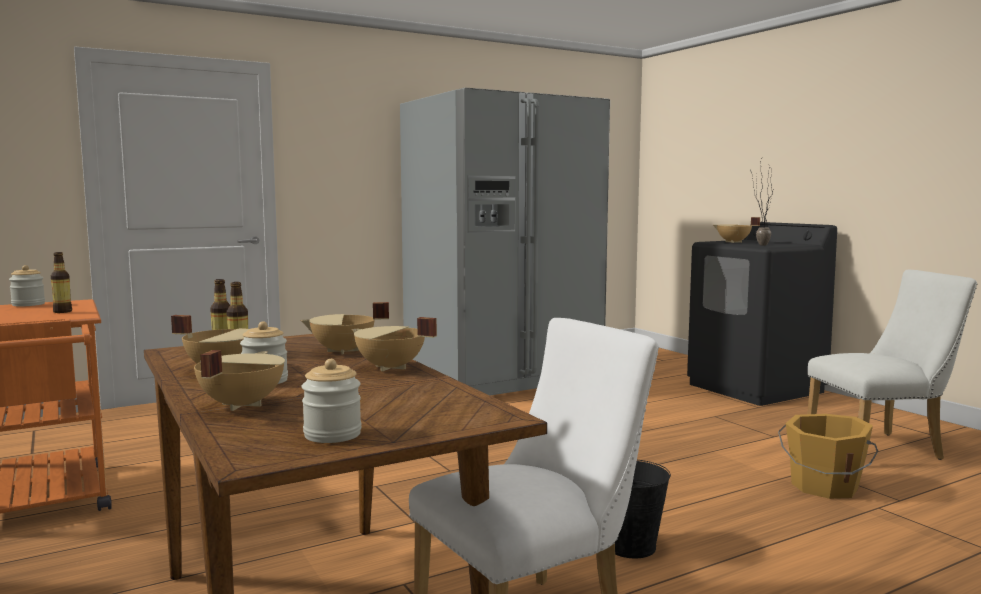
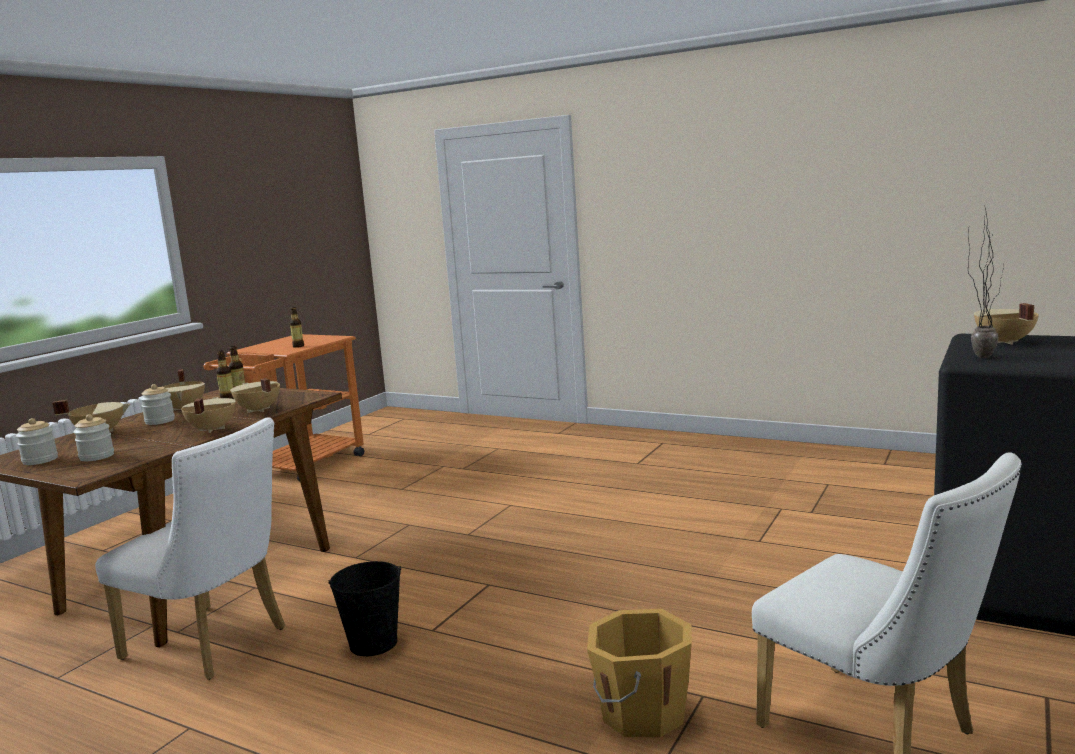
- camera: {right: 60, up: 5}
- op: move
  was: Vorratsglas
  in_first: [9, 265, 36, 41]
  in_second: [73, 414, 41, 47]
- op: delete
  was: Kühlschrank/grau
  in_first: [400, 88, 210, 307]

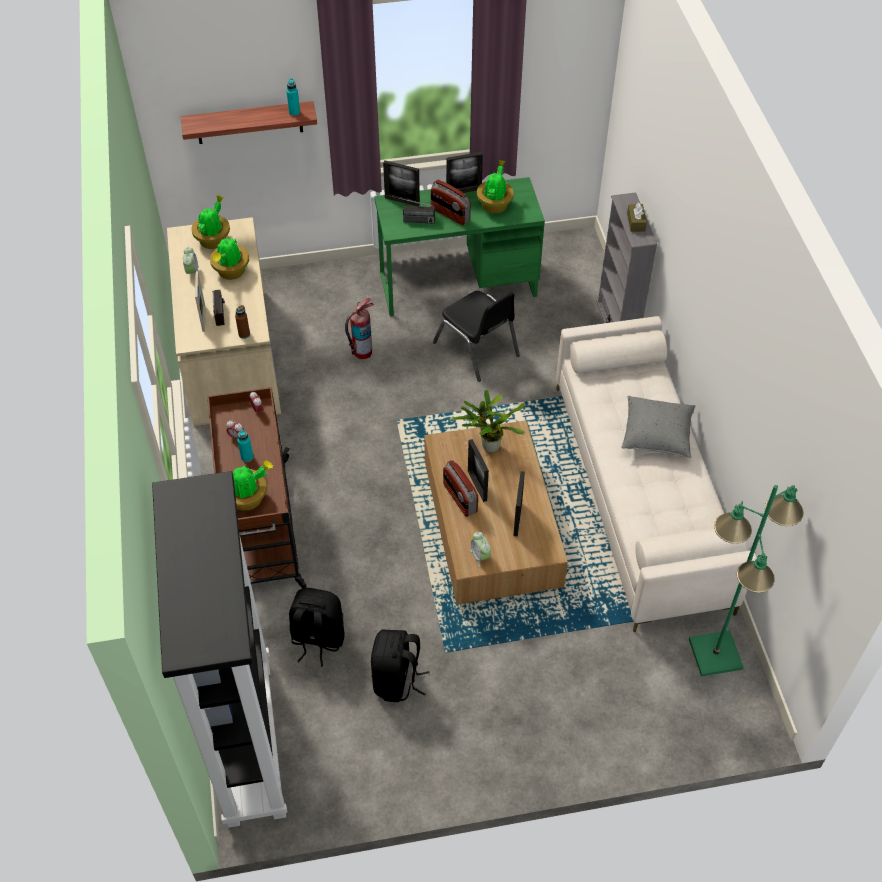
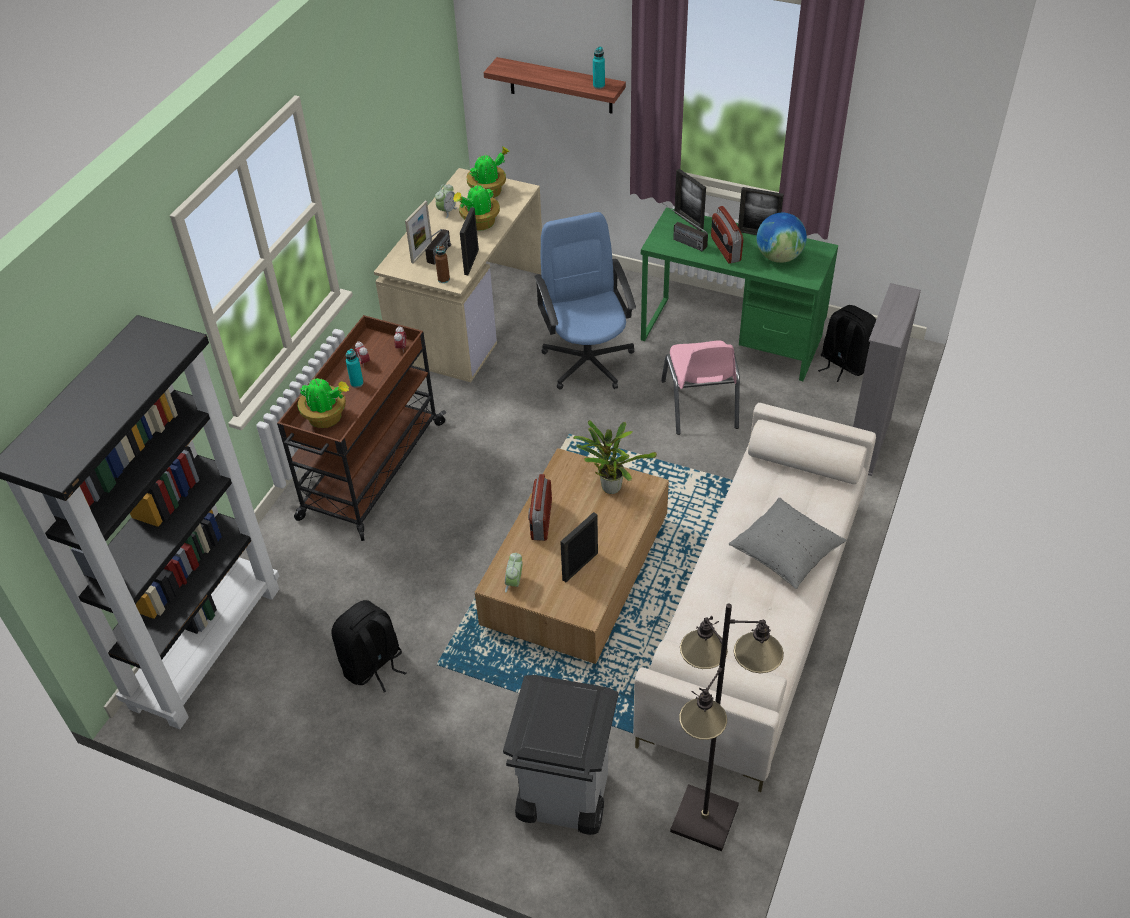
- camera: {right: 35, up: -5}
- op: move
  was: Bilderrahmen
  in_first: [468, 439, 21, 63]
  in_second: [460, 208, 19, 67]
- op: insert
  now: Mülleimer/grau
  in_second: [503, 675, 116, 160]
- op: replace
  was: Feuerlöscher
  now: Bürostuhl/blau
  in_first: [345, 298, 29, 61]
  in_second: [534, 212, 102, 178]
- op: recolor
  was: Stuhl/schwarz
  now: Stuhl/rosa
  in_first: [433, 291, 87, 91]
  in_second: [661, 341, 79, 94]
- op: recolor
  was: Stehlampe/grün
  now: Stehlampe/schwarz
  in_first: [689, 485, 115, 191]
  in_second: [670, 604, 114, 247]
- op: replace
  was: Topfpflanze
  now: Globus
  in_first: [477, 160, 37, 53]
  in_second: [757, 213, 50, 50]
- op: move
  was: Rucksack/schwarz
  in_first: [289, 588, 56, 79]
  in_second: [818, 305, 58, 77]
- op: delete
  was: Taschentuchbox/braun
  in_first: [627, 202, 20, 30]

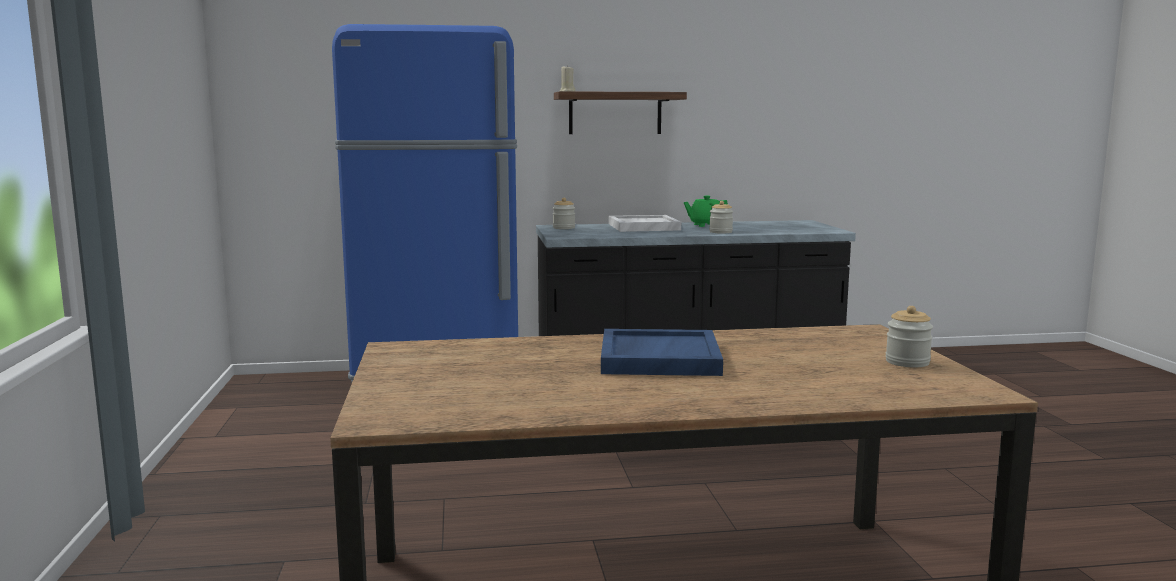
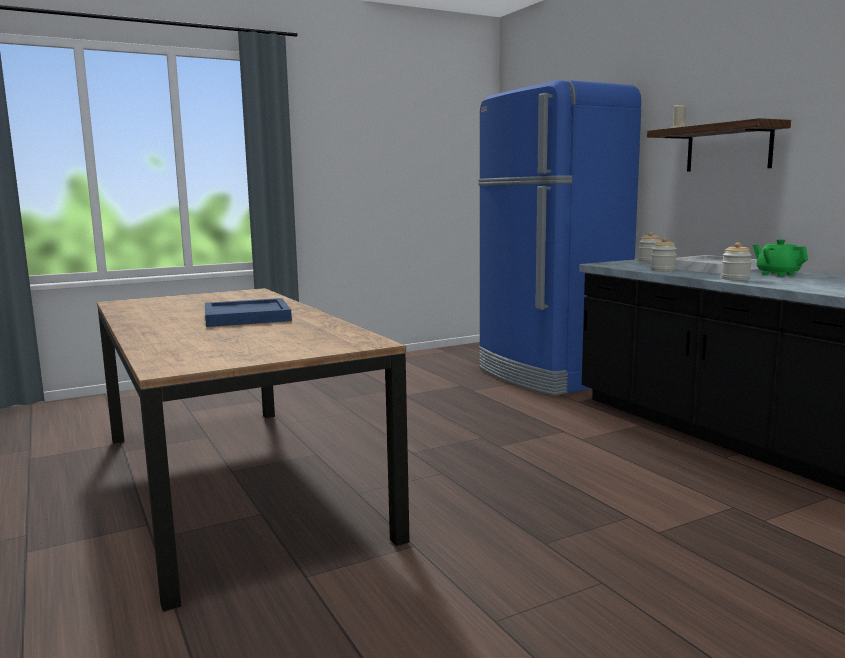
- camera: {right: 70, up: 0}
- op: move
  was: Vorratsglas
  in_first: [885, 306, 48, 61]
  in_second: [651, 238, 26, 34]

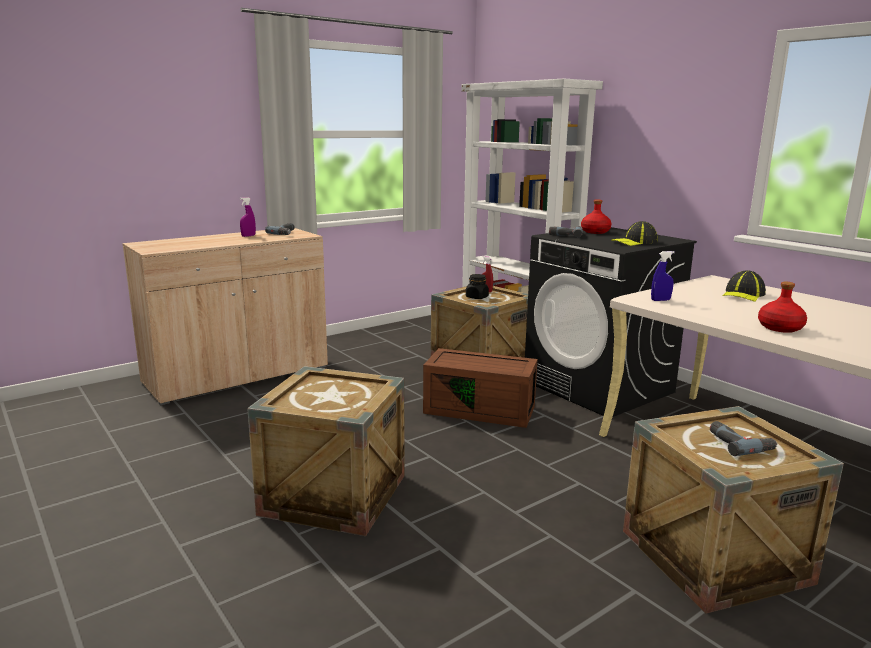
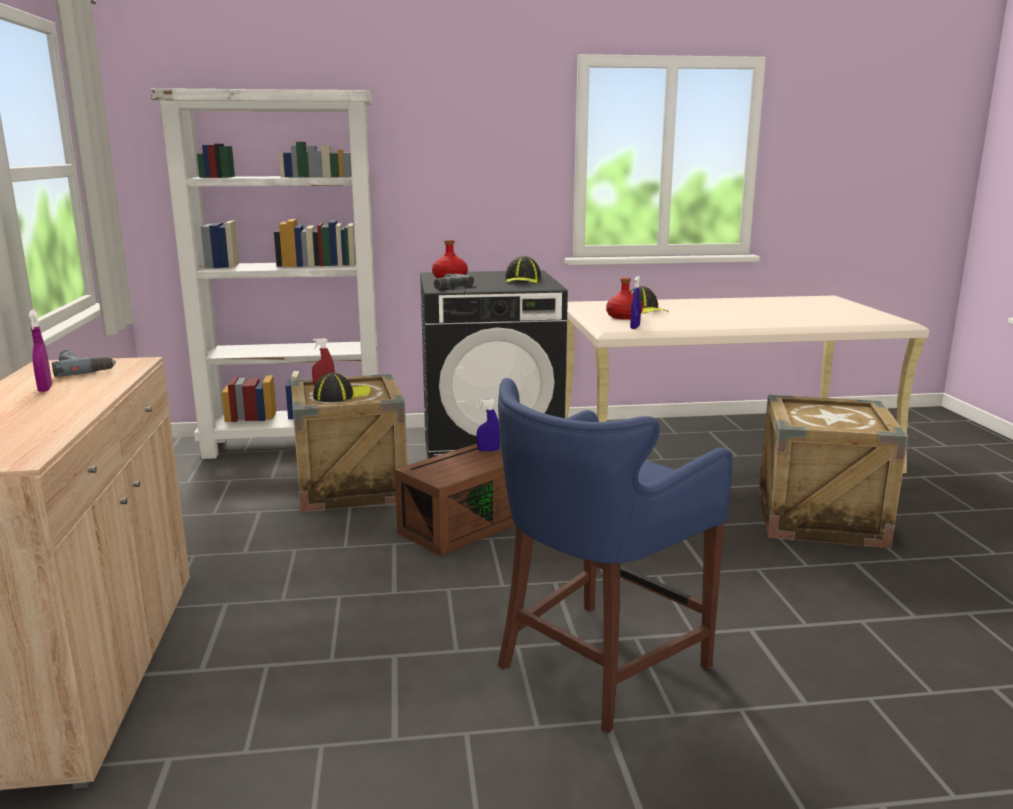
- camera: {right: -60, up: 0}
- op: replace
  was: Vorratsglas/schwarz
  now: Kappe
  in_first: [466, 274, 23, 25]
  in_second: [313, 372, 58, 30]
- op: insert
  now: Sprühflasche/blau
  in_second: [477, 399, 23, 53]
- op: replace
  was: Kiste
  now: Hocker/blau
  in_first: [247, 366, 158, 170]
  in_second: [498, 378, 235, 356]
- op: move
  was: Flasche/rot
  in_first: [758, 282, 49, 51]
  in_second: [606, 277, 37, 43]
- op: delete
  was: Bohrmaschine
  in_first: [710, 421, 67, 35]

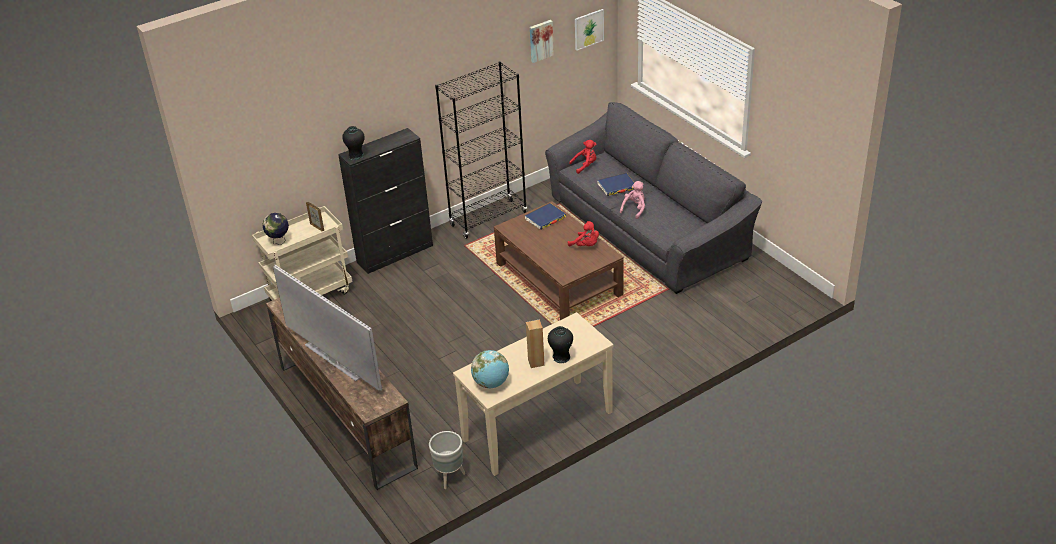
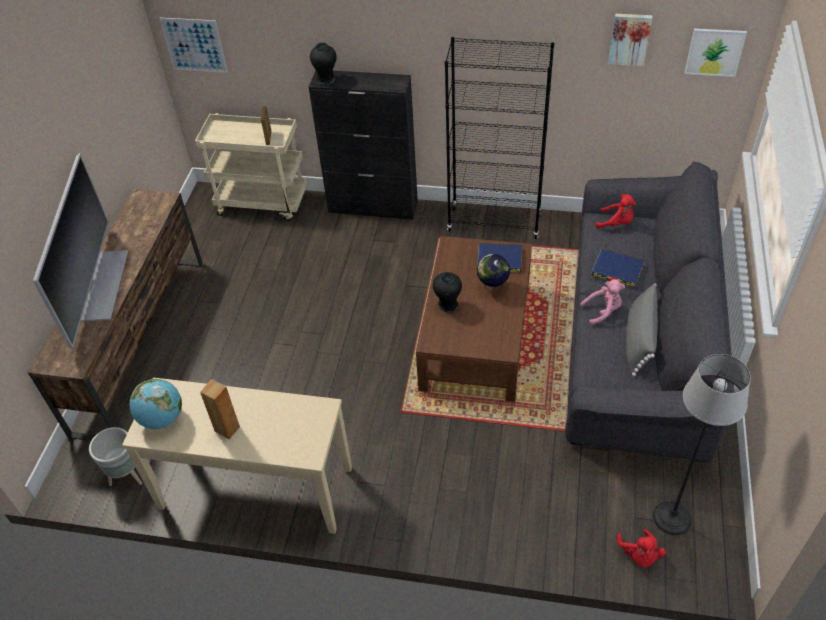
- camera: {right: 45, up: 10}
- op: insert
  now: Bild
  in_second: [159, 18, 69, 55]
- op: move
  was: Vase/schwarz
  in_first: [548, 326, 25, 37]
  in_second: [433, 272, 29, 41]
- op: move
  was: Globus
  in_first: [262, 213, 27, 32]
  in_second: [477, 254, 33, 40]
- op: move
  was: Plüschtier/rot
  in_first: [568, 221, 31, 26]
  in_second: [617, 529, 49, 39]
- op: insert
  now: Kissen/grau
  in_second: [626, 283, 32, 93]
- op: insert
  now: Stehlampe
  in_second: [653, 354, 97, 181]

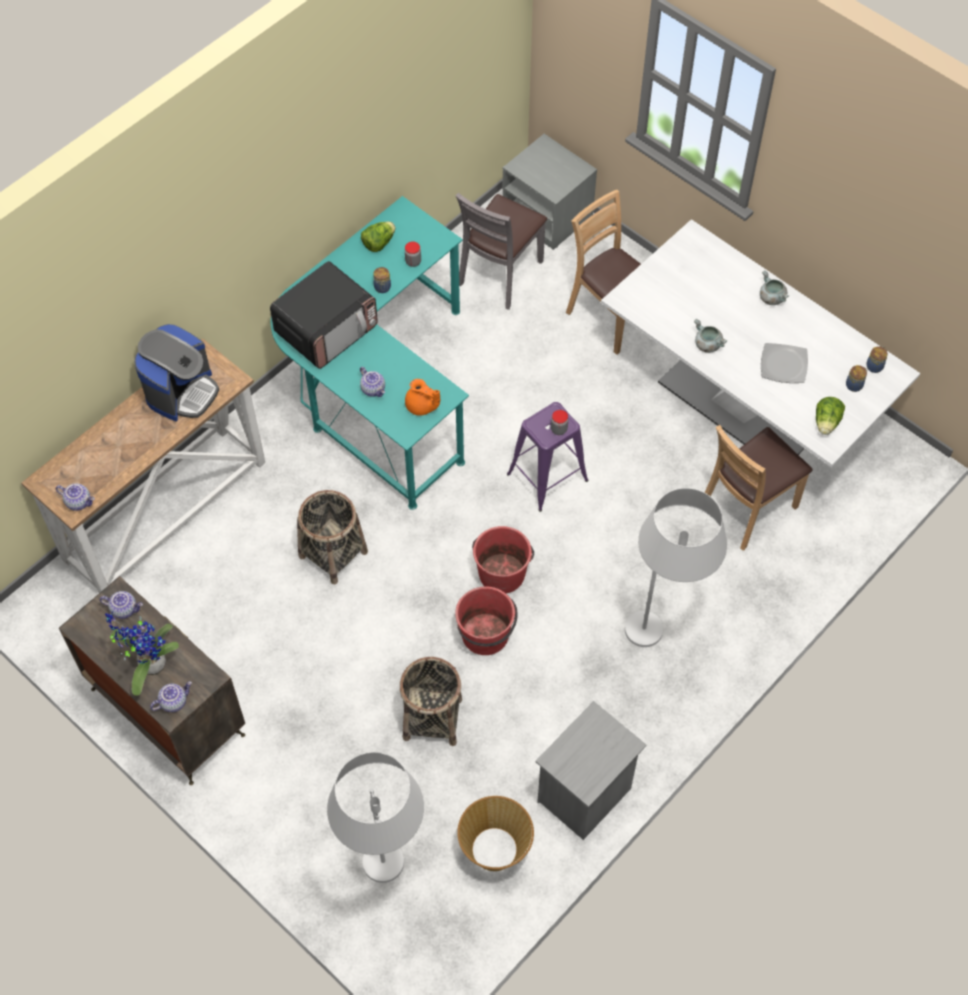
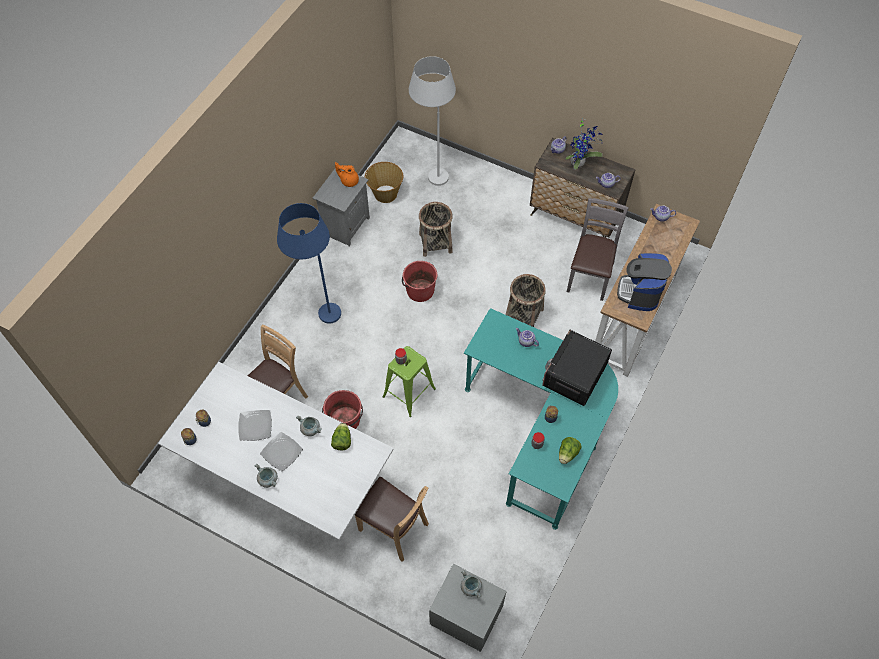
- camera: {right: 165, up: 0}
- op: insert
  now: Teller
  in_second: [260, 432, 43, 39]
- op: recolor
  was: Stehlampe/weiß
  now: Stehlampe/blau
  in_first: [625, 488, 102, 159]
  in_second: [277, 203, 64, 121]
- op: move
  was: Eimer/rot
  in_first: [472, 526, 62, 67]
  in_second: [322, 390, 41, 39]
- op: move
  was: Salatkopf
  in_first: [816, 397, 29, 38]
  in_second: [331, 423, 20, 27]
- op: move
  was: Teekanne/orange
  in_first: [405, 379, 35, 37]
  in_second: [335, 162, 24, 25]
- op: recolor
  was: Hocker/lila
  now: Hocker/grün
  in_first: [507, 402, 81, 110]
  in_second: [383, 346, 53, 71]
- op: insert
  now: Kochtopf/grau
  in_second: [461, 570, 21, 28]
- op: move
  was: Stuhl/grau
  in_first: [455, 193, 92, 117]
  in_second: [567, 198, 62, 103]

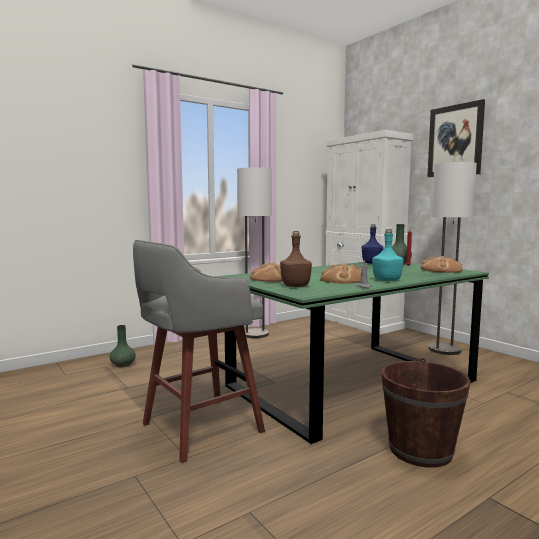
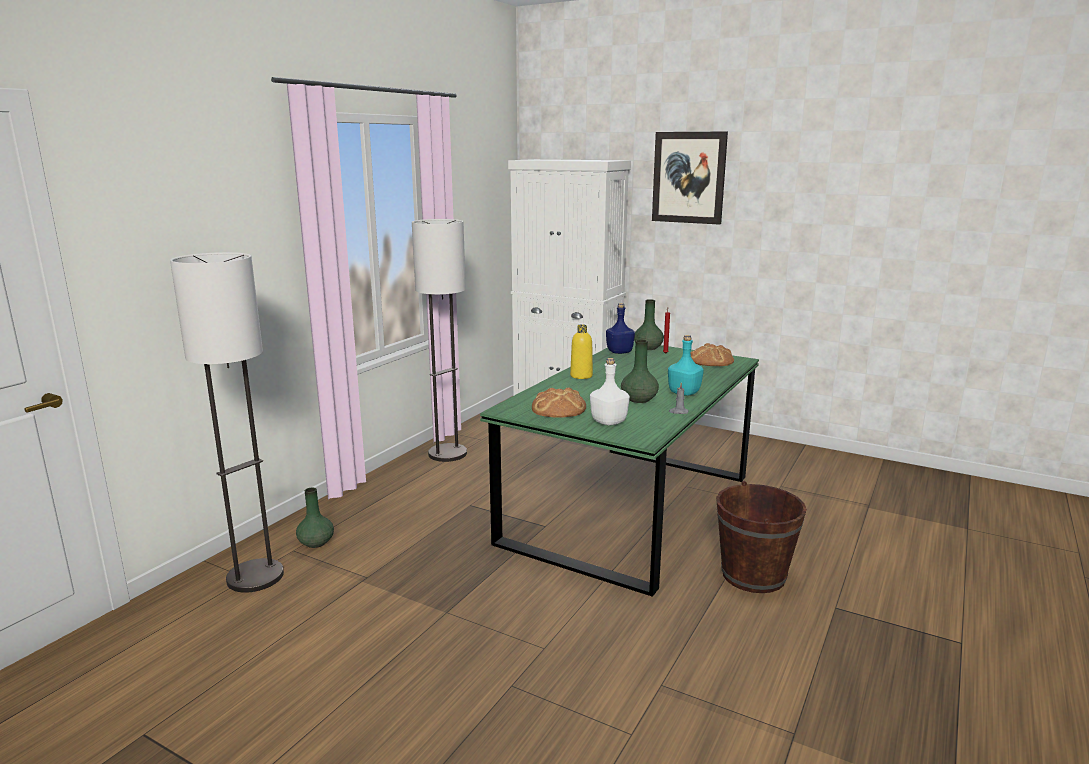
- camera: {right: -25, up: 10}
- op: move
  was: Stehlampe
  in_first: [429, 162, 48, 193]
  in_second: [170, 252, 114, 340]
- op: insert
  now: Flasche/gelb
  in_second: [570, 325, 23, 54]
- op: recolor
  was: Flasche/braun
  now: Flasche/weiß
  in_first: [280, 231, 32, 56]
  in_second: [590, 358, 40, 68]
- op: replace
  was: Brot
  now: Vase/grün
  in_first: [320, 263, 41, 21]
  in_second: [621, 340, 38, 63]
- op: delete
  was: Hocker/grau
  in_first: [133, 240, 132, 223]

